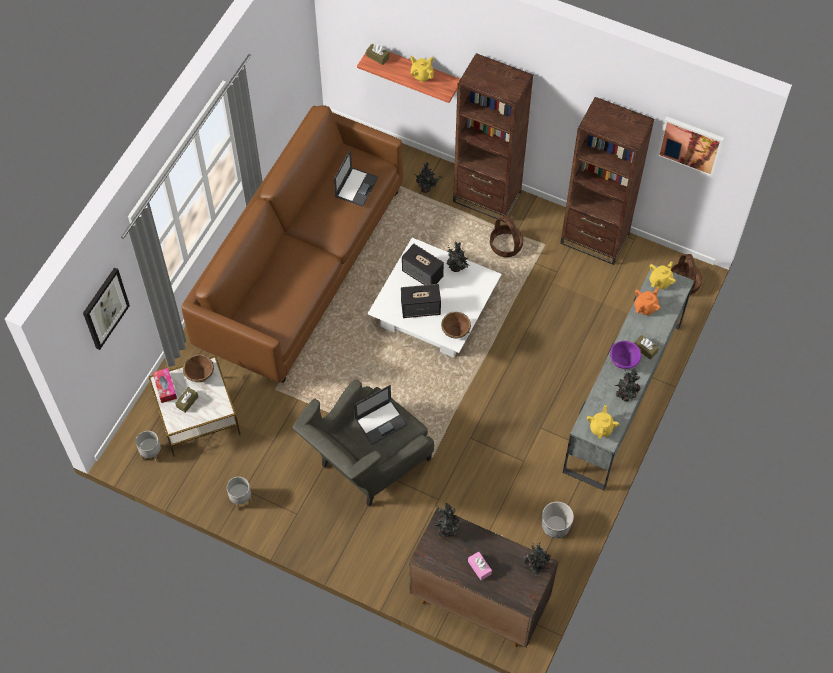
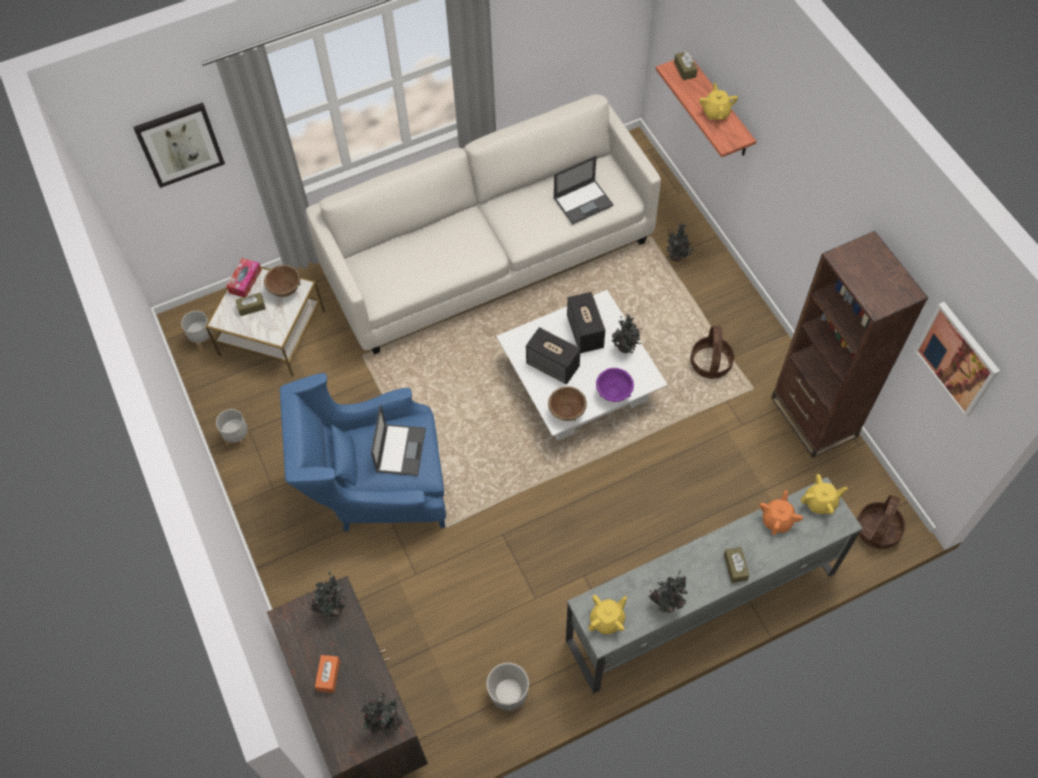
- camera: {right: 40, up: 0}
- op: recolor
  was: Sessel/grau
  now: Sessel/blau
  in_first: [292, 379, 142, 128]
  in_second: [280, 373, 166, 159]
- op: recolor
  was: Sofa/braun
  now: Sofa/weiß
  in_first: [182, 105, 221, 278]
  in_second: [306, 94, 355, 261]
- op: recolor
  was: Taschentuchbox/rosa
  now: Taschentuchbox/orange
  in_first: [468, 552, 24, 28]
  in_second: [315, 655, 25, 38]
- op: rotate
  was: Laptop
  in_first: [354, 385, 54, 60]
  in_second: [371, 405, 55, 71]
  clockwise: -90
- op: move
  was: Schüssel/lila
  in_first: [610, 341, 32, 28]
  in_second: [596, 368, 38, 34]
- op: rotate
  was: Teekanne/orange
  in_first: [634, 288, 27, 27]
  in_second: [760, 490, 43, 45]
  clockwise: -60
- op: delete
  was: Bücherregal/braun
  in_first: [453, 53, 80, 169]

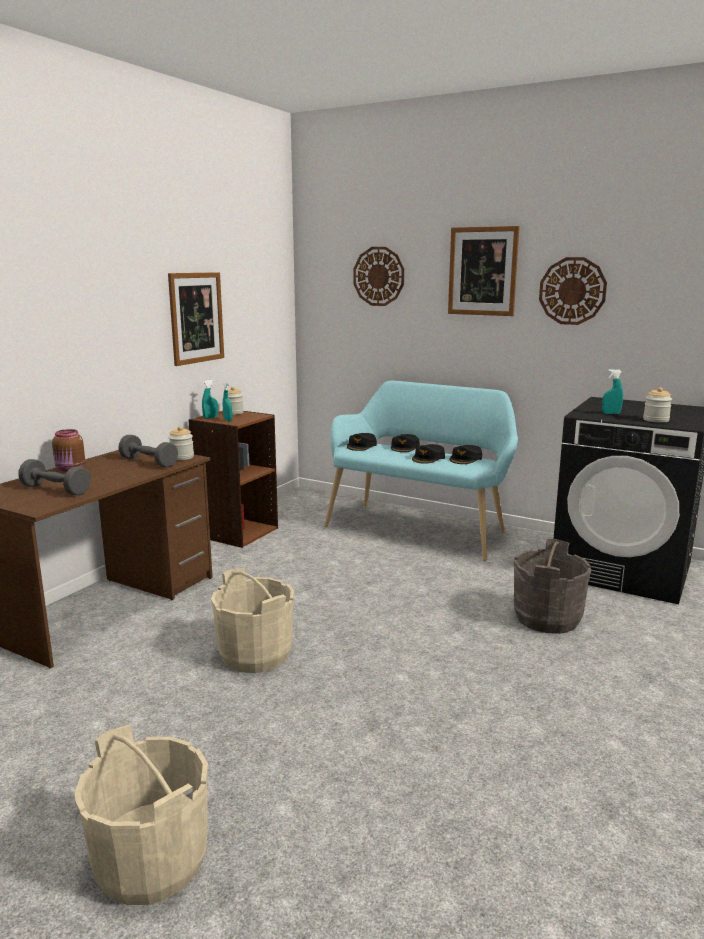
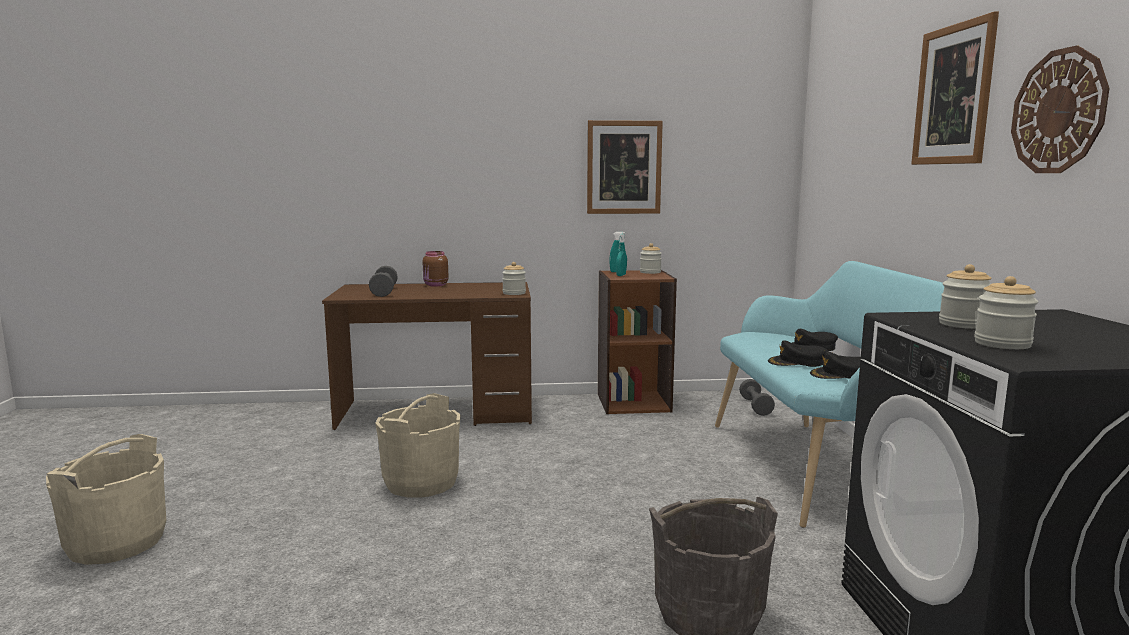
- camera: {right: 55, up: -5}
- op: move
  was: Hantel/grau
  in_first: [118, 435, 60, 32]
  in_second: [739, 379, 36, 37]
- op: replace
  was: Sprühflasche/türkis
  now: Vorratsglas
  in_first: [602, 369, 21, 45]
  in_second: [939, 264, 53, 65]
- op: delete
  was: Kappe/schwarz
  in_first: [347, 433, 30, 18]
- op: delete
  was: Wanduhr
  in_first: [353, 247, 51, 59]

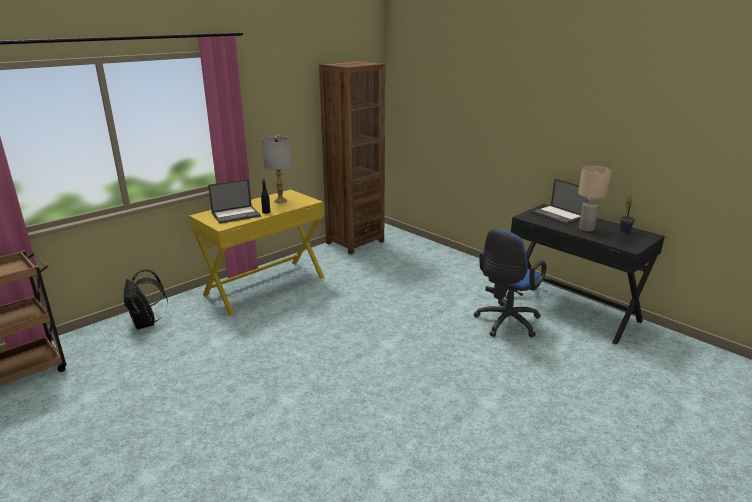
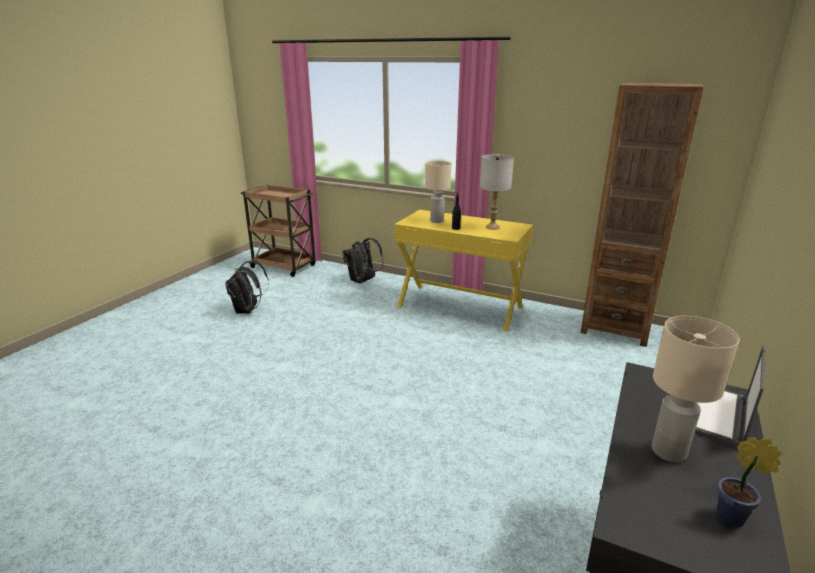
- camera: {right: 70, up: 0}
- op: insert
  now: Rucksack/schwarz
  in_second: [225, 261, 44, 53]
- op: replace
  was: Laptop
  now: Tischlampe/beige
  in_first: [208, 179, 53, 45]
  in_second: [425, 161, 26, 62]
- op: delete
  was: Bürostuhl/blau
  in_first: [474, 229, 72, 108]

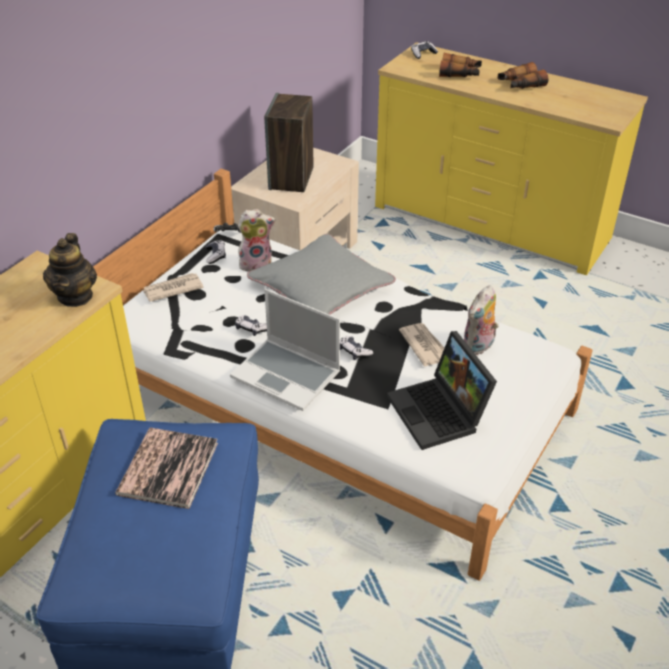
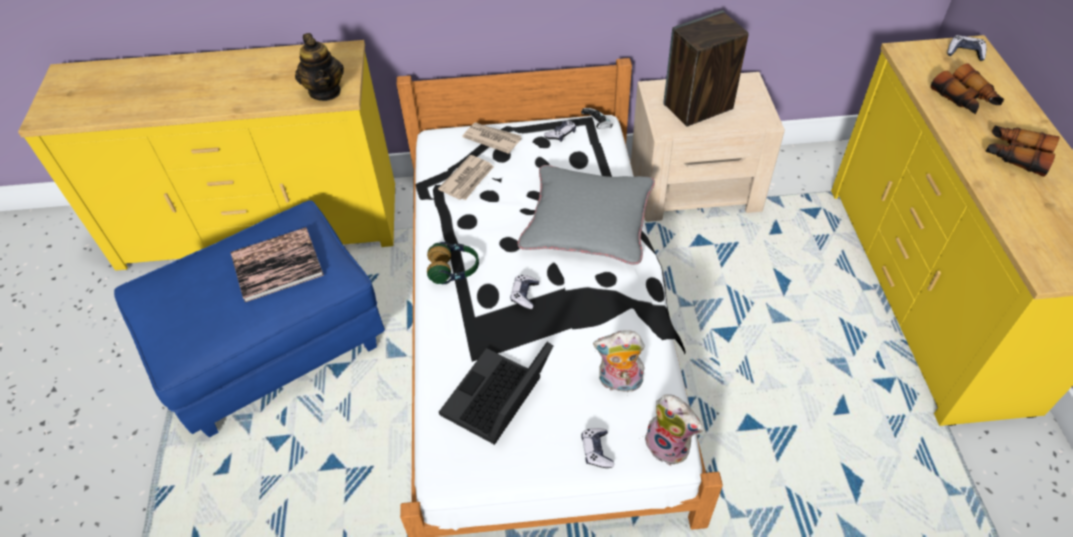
- camera: {right: 55, up: 10}
- op: rotate
  was: Teekanne
  in_first: [43, 233, 54, 74]
  in_second: [295, 33, 49, 68]
  clockwise: -75
- op: replace
  was: Laptop
  now: Kopfhörer
  in_first: [230, 289, 110, 122]
  in_second: [427, 242, 52, 42]
- op: move
  was: Zeitung
  in_first: [399, 323, 45, 43]
  in_second: [438, 155, 56, 45]
- op: move
  was: Gamepad
  in_first: [235, 315, 32, 21]
  in_second: [581, 428, 33, 40]
- op: move
  was: Plüschtier
  in_first: [238, 209, 38, 62]
  in_second: [643, 394, 60, 72]

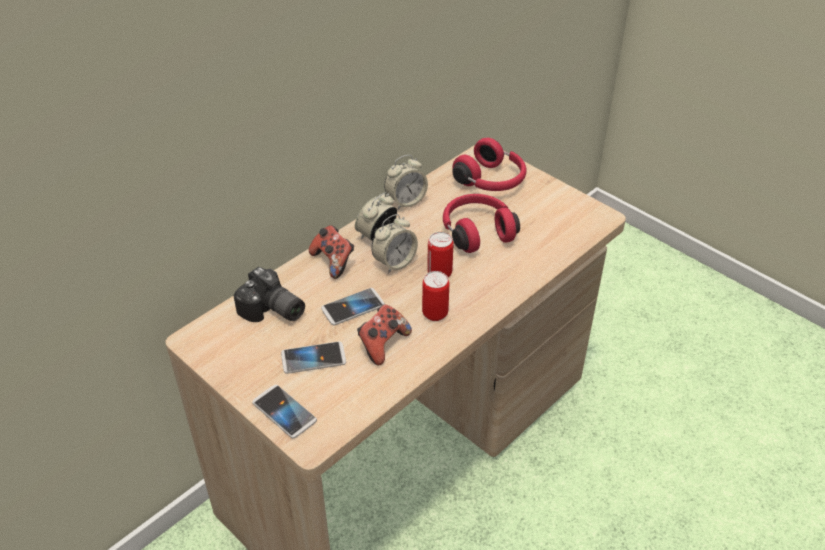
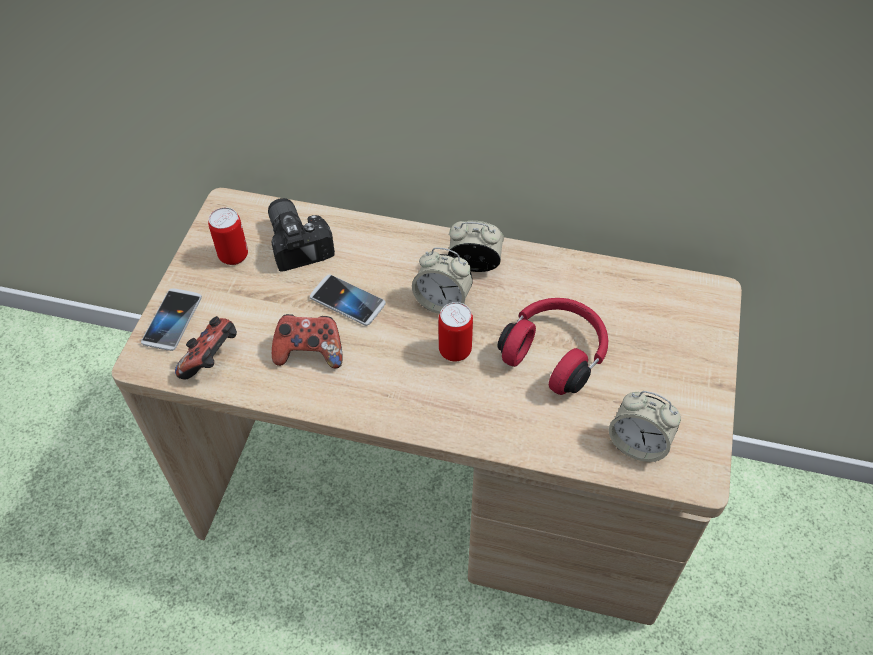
- camera: {right: 60, up: 10}
- op: move
  was: Gamepad
  in_first: [309, 225, 45, 54]
  in_second: [175, 316, 62, 63]
- op: move
  was: Dose
  in_first: [422, 271, 27, 50]
  in_second: [208, 207, 40, 58]
- op: rotate
  was: Kamera
  in_first: [234, 267, 71, 55]
  in_second: [268, 198, 67, 74]
  clockwise: 150
- op: move
  was: Wecker
  in_first: [384, 155, 44, 55]
  in_second: [609, 391, 72, 71]
- op: delete
  was: Handy
  in_first: [281, 341, 65, 33]
- op: delete
  was: Kopfhörer/rot
  in_first: [452, 138, 74, 53]

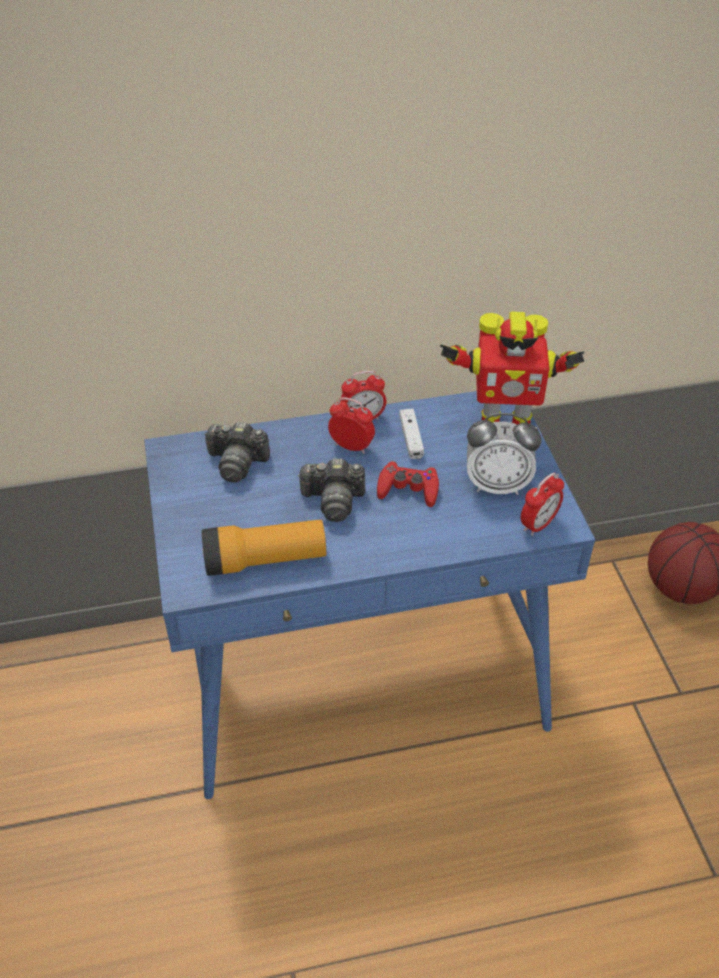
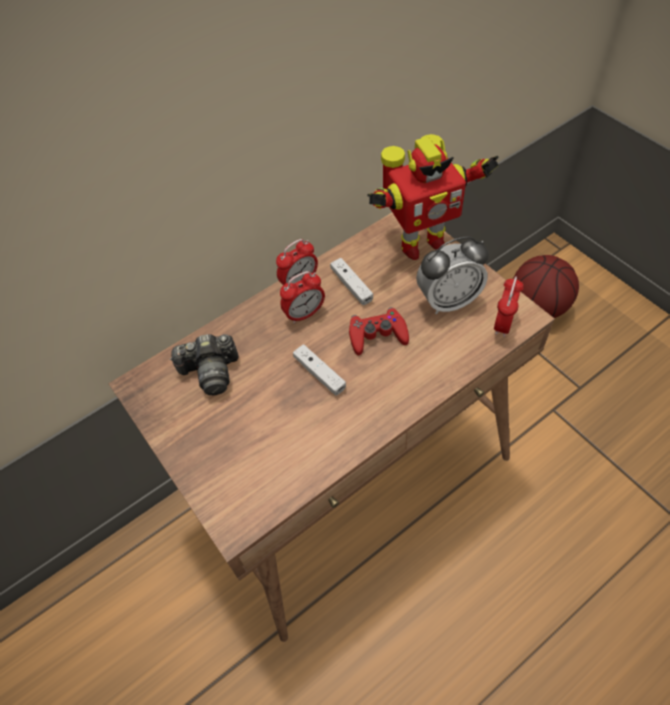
- camera: {right: -20, up: 10}
- op: recolor
  was: Schreibtisch/blau
  now: Schreibtisch/braun
  in_first: [144, 391, 451, 408]
  in_second: [108, 213, 447, 429]
- op: rotate
  was: Wecker
  in_first: [328, 397, 47, 57]
  in_second: [280, 271, 45, 53]
  clockwise: 150
- op: replace
  was: Kamera
  now: Gamepad/weiß
  in_first: [297, 458, 68, 64]
  in_second: [293, 344, 53, 51]
- op: delete
  was: Taschenlampe
  in_first: [202, 520, 124, 56]

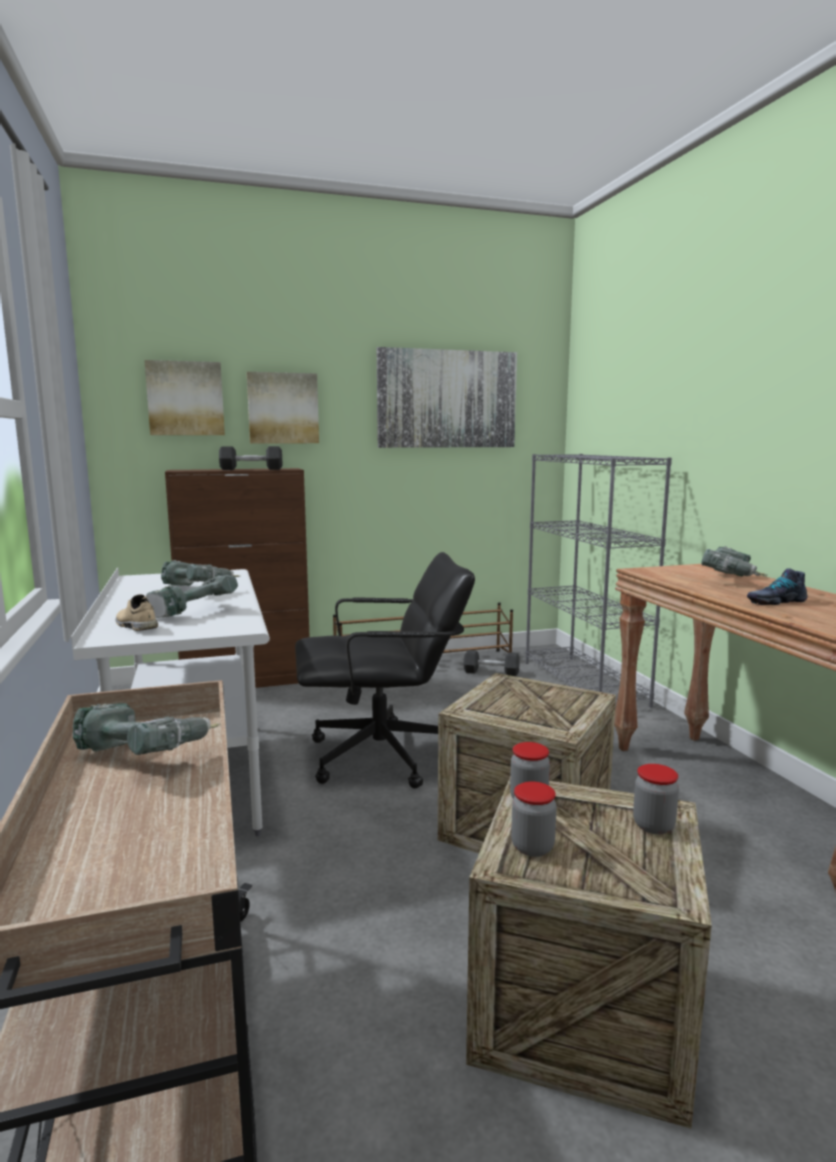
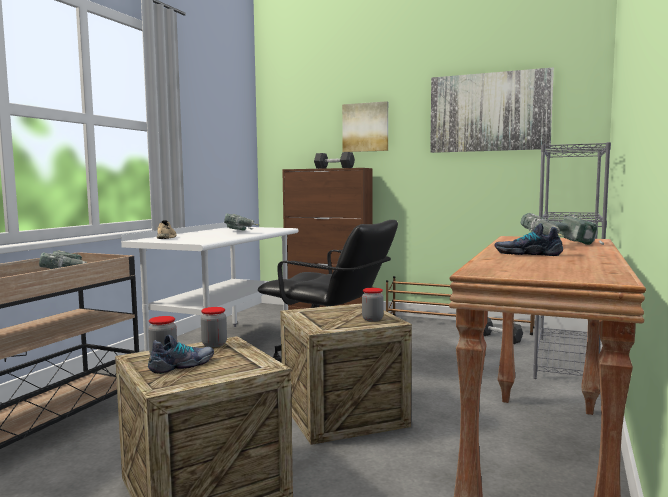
- camera: {right: 40, up: -5}
- op: insert
  now: Schuh
  in_second: [148, 335, 66, 39]
- op: move
  was: Vorratsglas
  in_first: [633, 764, 46, 70]
  in_second: [362, 288, 22, 34]
- op: delete
  was: Bild
  in_first: [144, 360, 81, 75]
- op: delete
  was: Bohrmaschine
  in_first: [146, 575, 92, 43]

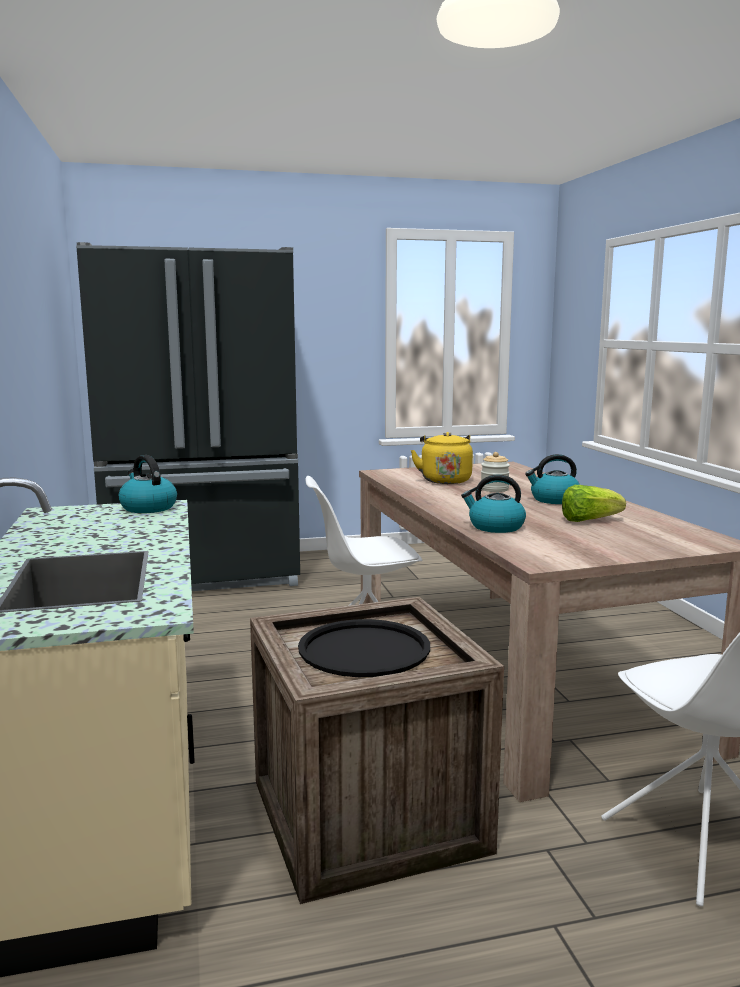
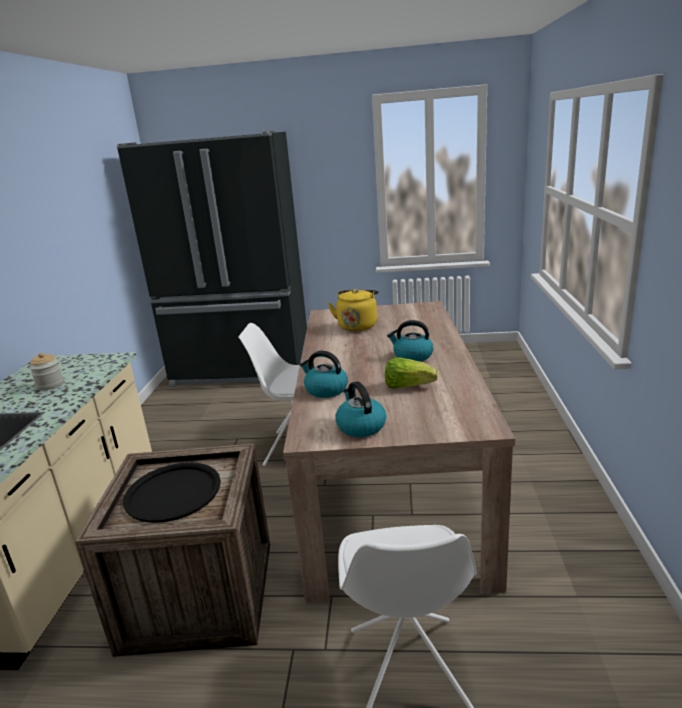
- camera: {right: 20, up: 10}
- op: move
  was: Vorratsglas
  in_first: [481, 452, 29, 40]
  in_second: [29, 353, 35, 38]
- op: move
  was: Wasserkessel
  in_first: [119, 455, 58, 58]
  in_second: [336, 381, 50, 56]

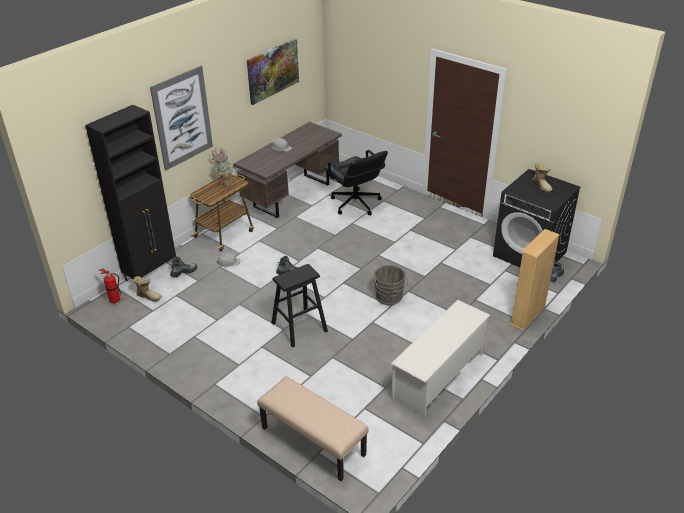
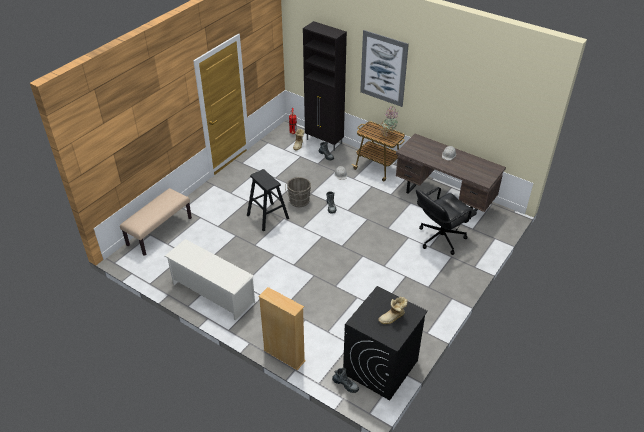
- camera: {right: 85, up: 5}
- op: move
  was: Eimer/grau
  in_first: [374, 265, 34, 40]
  in_second: [285, 177, 26, 30]
- op: delete
  was: Bild
  in_first: [247, 39, 52, 66]

